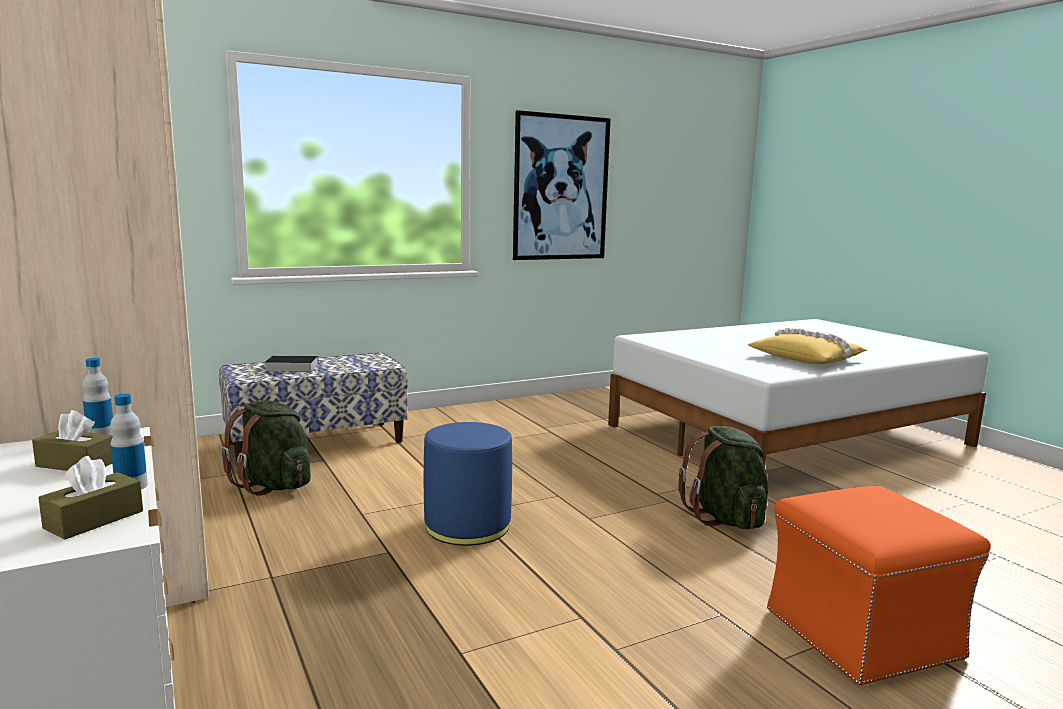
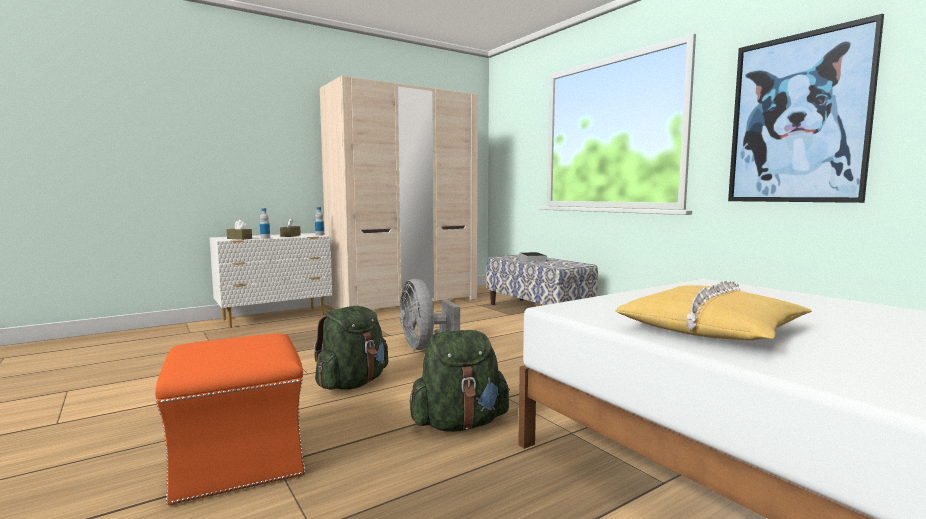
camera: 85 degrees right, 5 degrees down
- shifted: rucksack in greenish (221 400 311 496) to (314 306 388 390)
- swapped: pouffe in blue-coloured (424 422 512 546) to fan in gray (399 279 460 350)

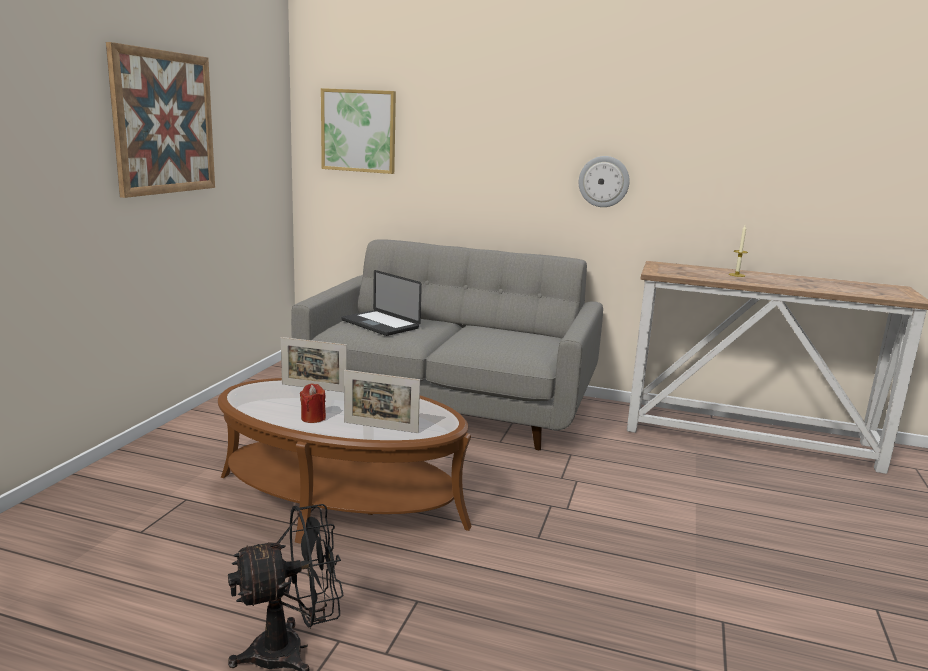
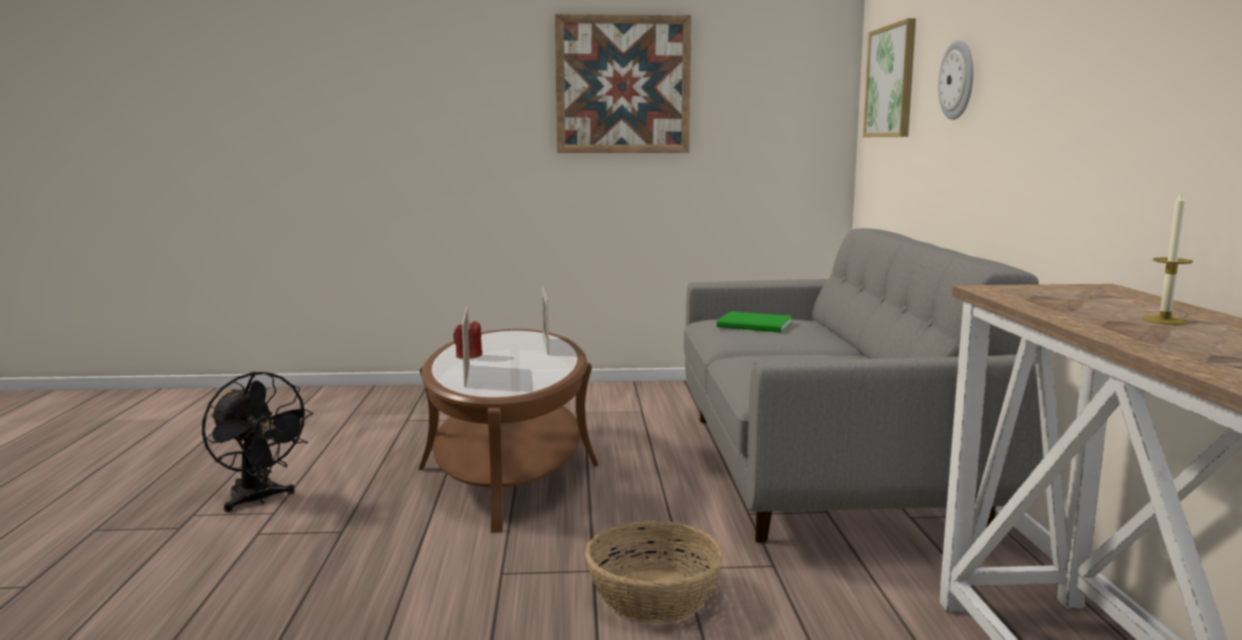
camera: 70 degrees right, 5 degrees down
- swapped: portable computer (341 270 422 336) to volume in greenish (717 311 792 332)
- shifted: hanging clock (579 156 630 207) to (938 40 973 120)
- new: household basket (585 521 724 623)

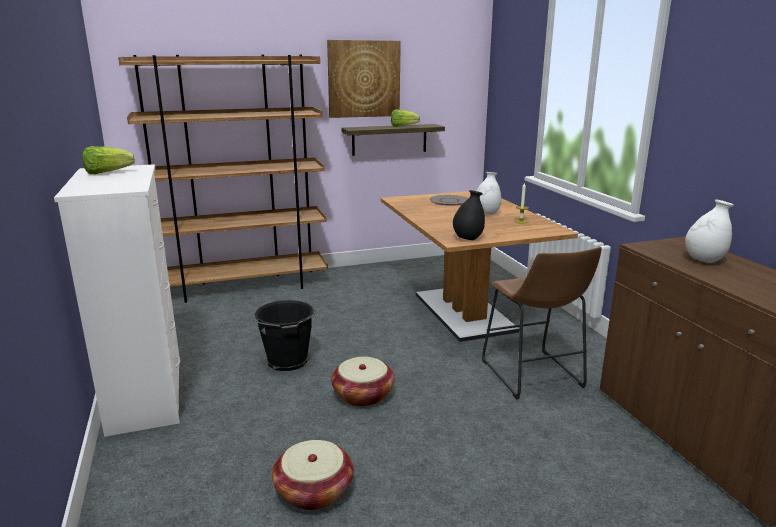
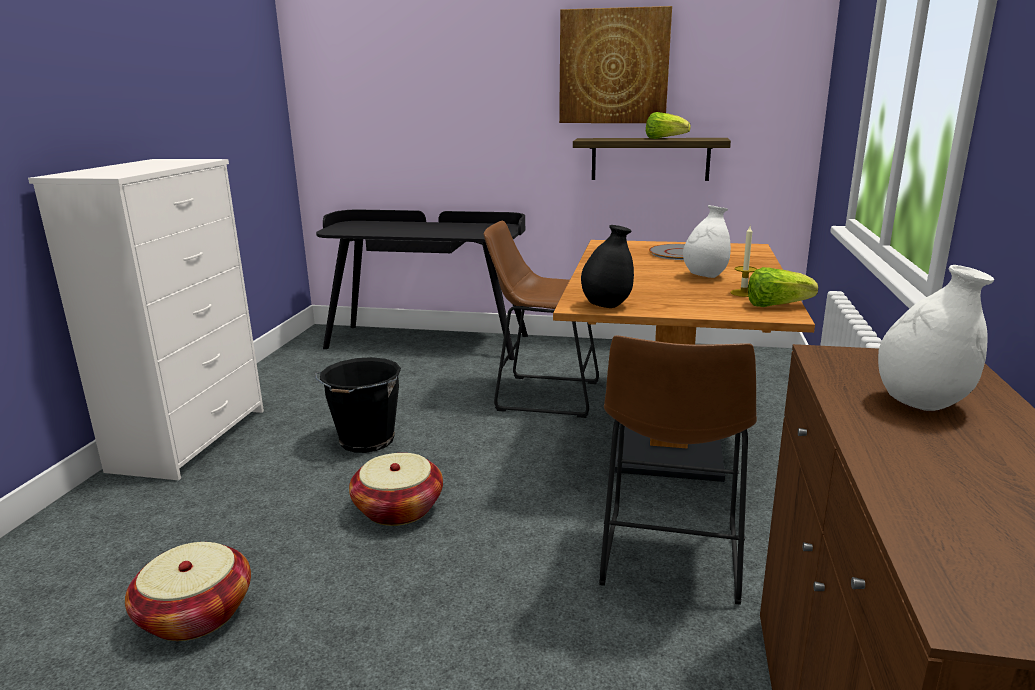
camera: 30 degrees right, 0 degrees up
- shifted: lettuce (83 146 135 174) to (748 267 818 307)
- swapped: bookshelf in brown (118 55 328 303) to desk table in black-coloured (316 209 528 360)
- new: stool in brown (484 221 599 418)

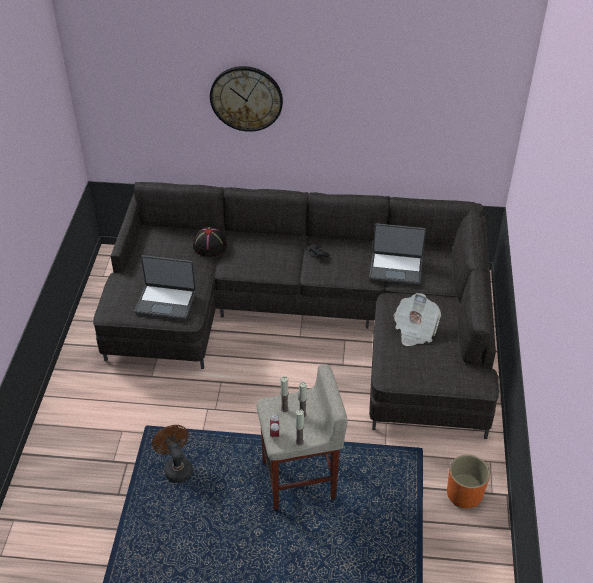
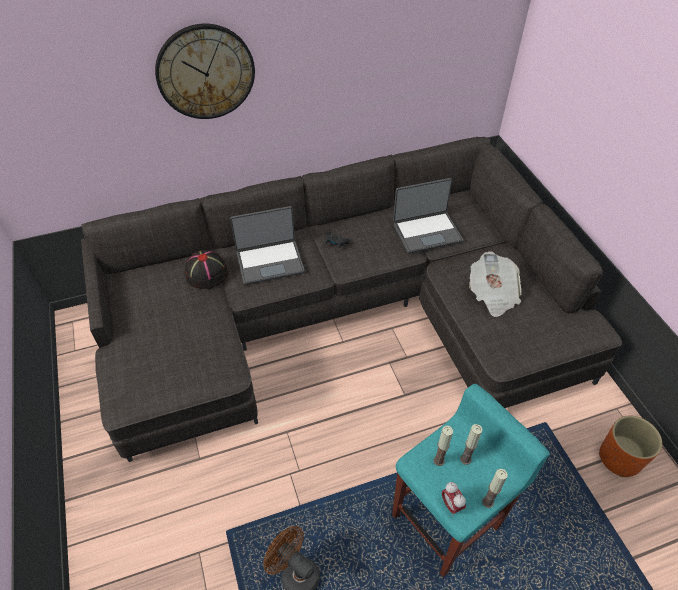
camera: 25 degrees left, 5 degrees up
- shifted: portable computer (135 255 196 319) to (230 206 305 285)
- repainted: stool in beige (257 364 348 510) to stool in turquoise (392 384 550 577)

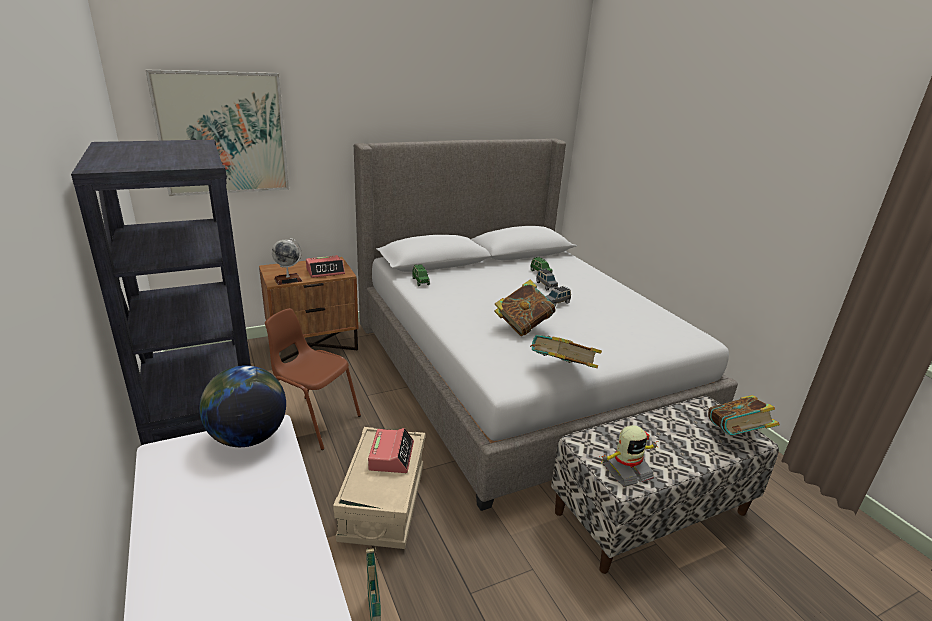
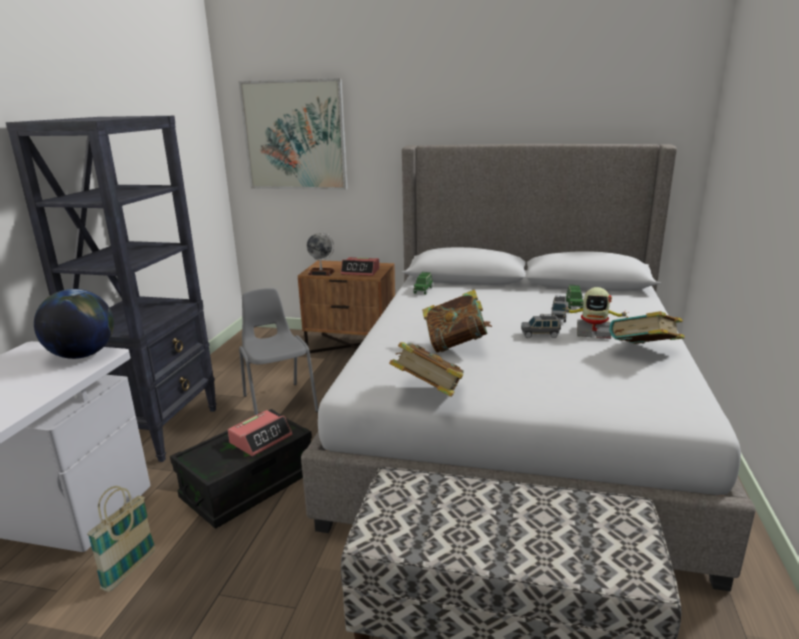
camera: 40 degrees right, 5 degrees down
- repainted: plain chair in brown (265 308 361 450) to plain chair in gray (239 288 318 415)
- repainted: storage box in beige (333 427 425 549) to storage box in black-coloured (170 409 312 529)
- shifted: model robot (599 425 659 487) to (562 287 630 339)
- shifted: volume (708 395 780 436) to (609 311 685 344)

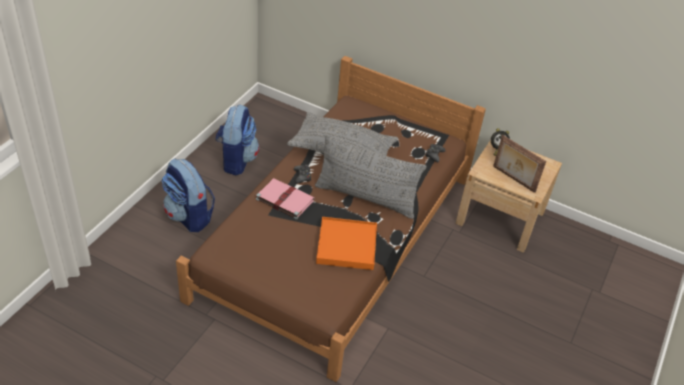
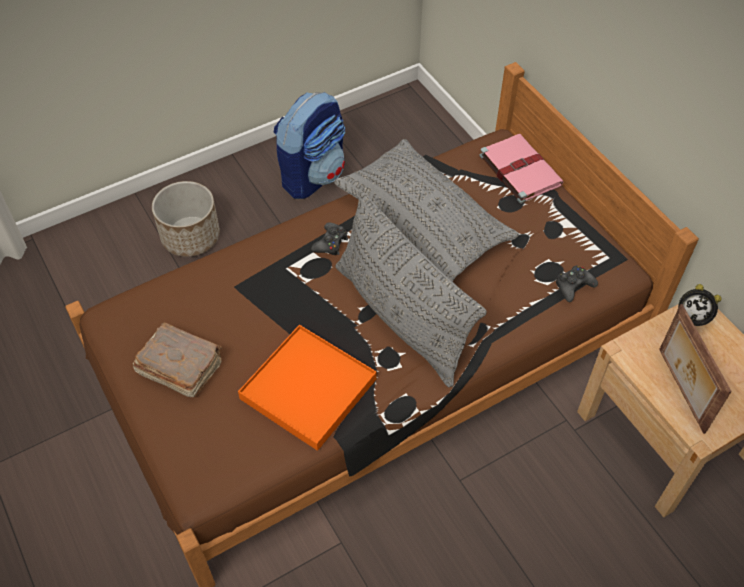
camera: 35 degrees right, 10 degrees up
- swapped: rucksack (162 158 215 232) to plant pot (152 181 220 257)
- shifted: volume in pink-coloured (256 178 315 220) to (479 134 564 204)
- new: volume in brown (133 322 222 397)

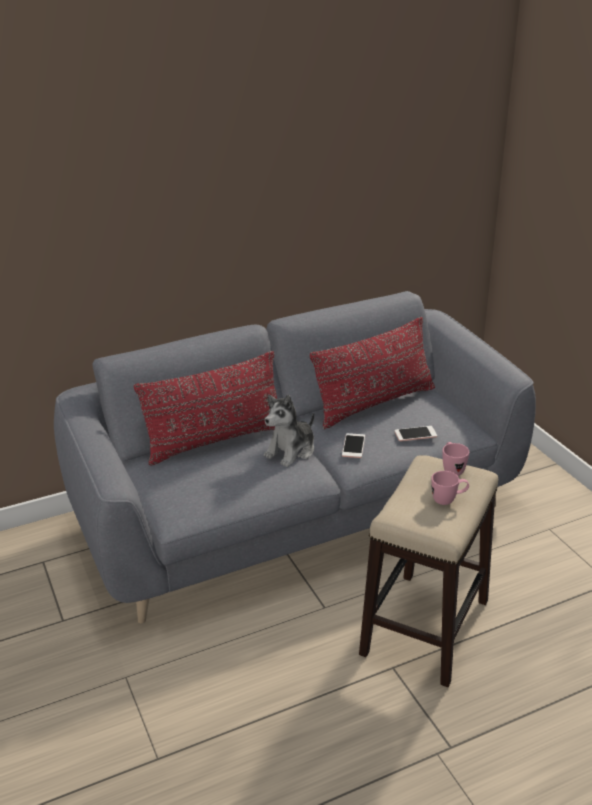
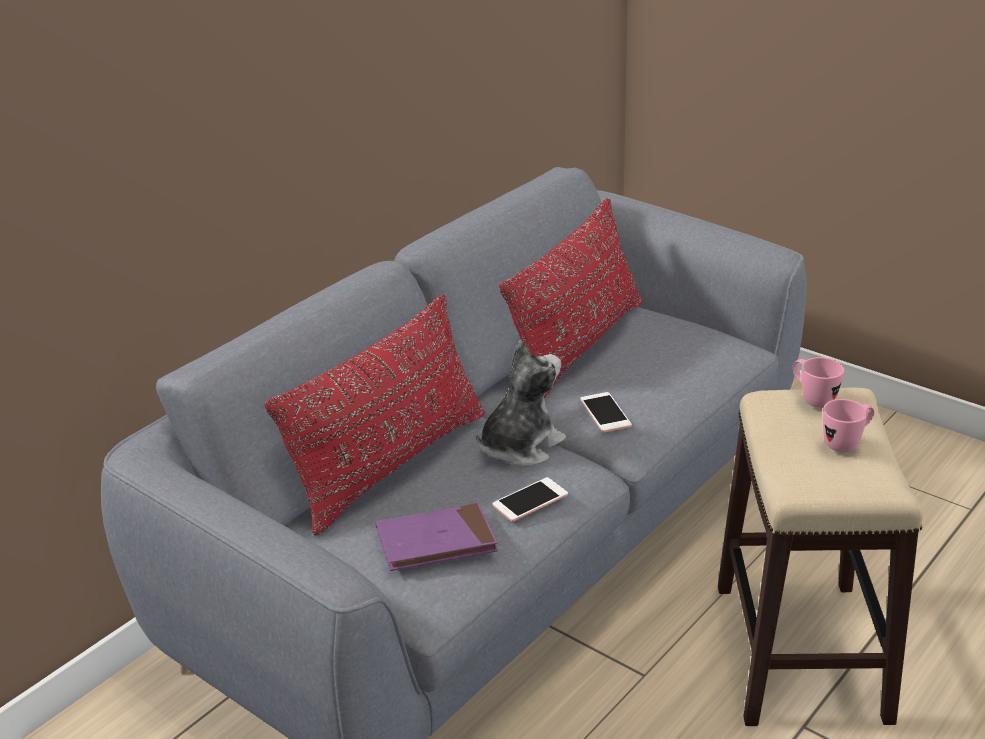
camera: 25 degrees left, 0 degrees up
- rotated: soft toy (264 395 314 467) = (476 340 566 467) 150 degrees counterclockwise
- shifted: phone (395 426 437 441) to (493 477 568 522)
- new: volume in purple-coloured (375 503 498 571)

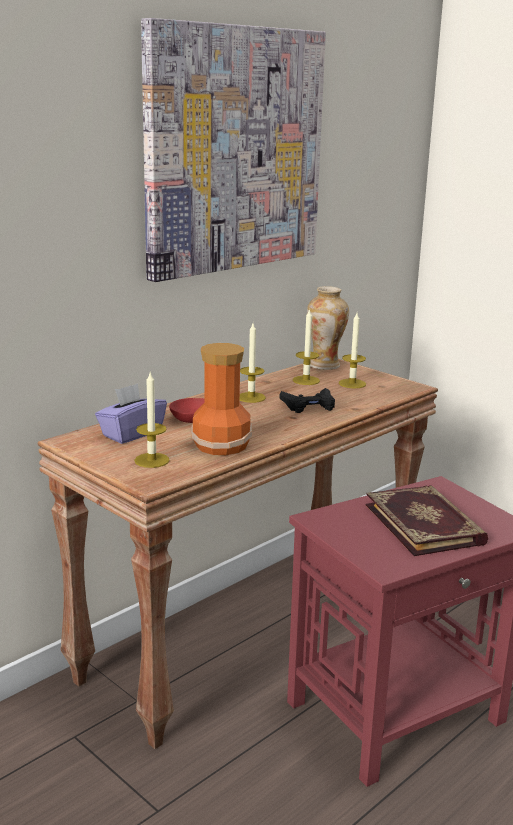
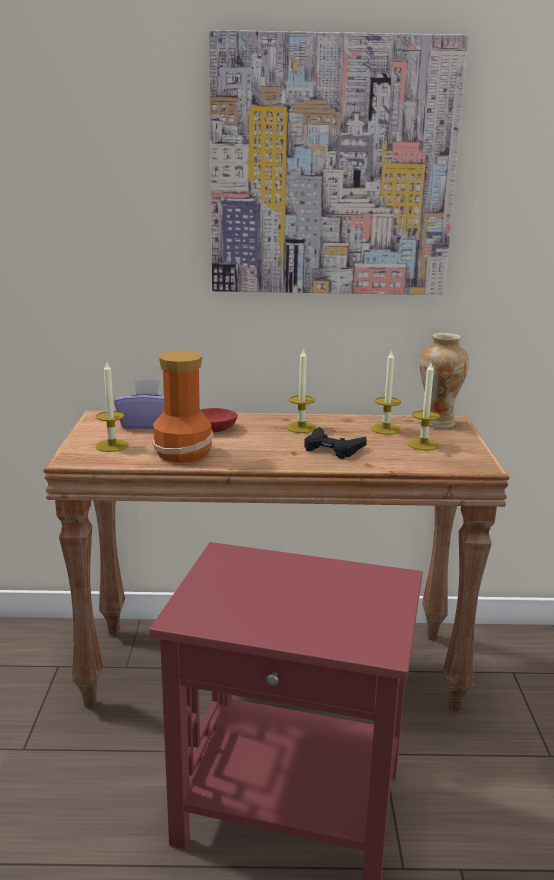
camera: 45 degrees right, 0 degrees up
- gone: volume (366 485 488 556)

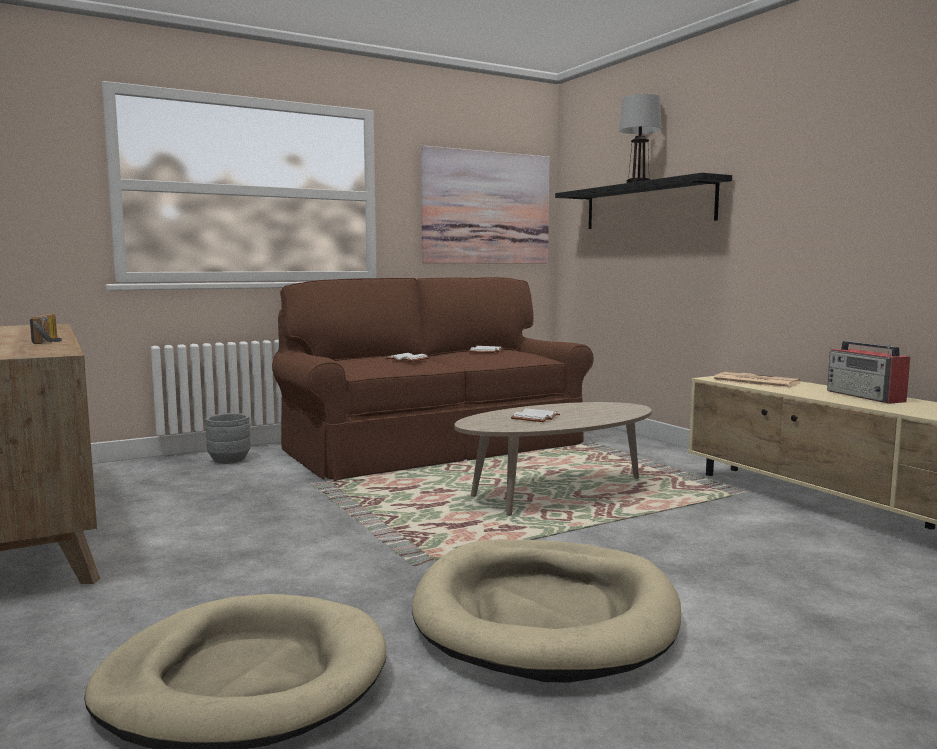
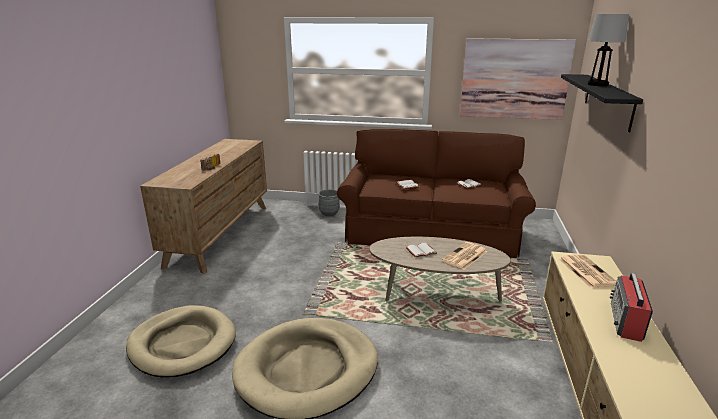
camera: 40 degrees right, 15 degrees up
- new: daily paper (441 242 487 270)

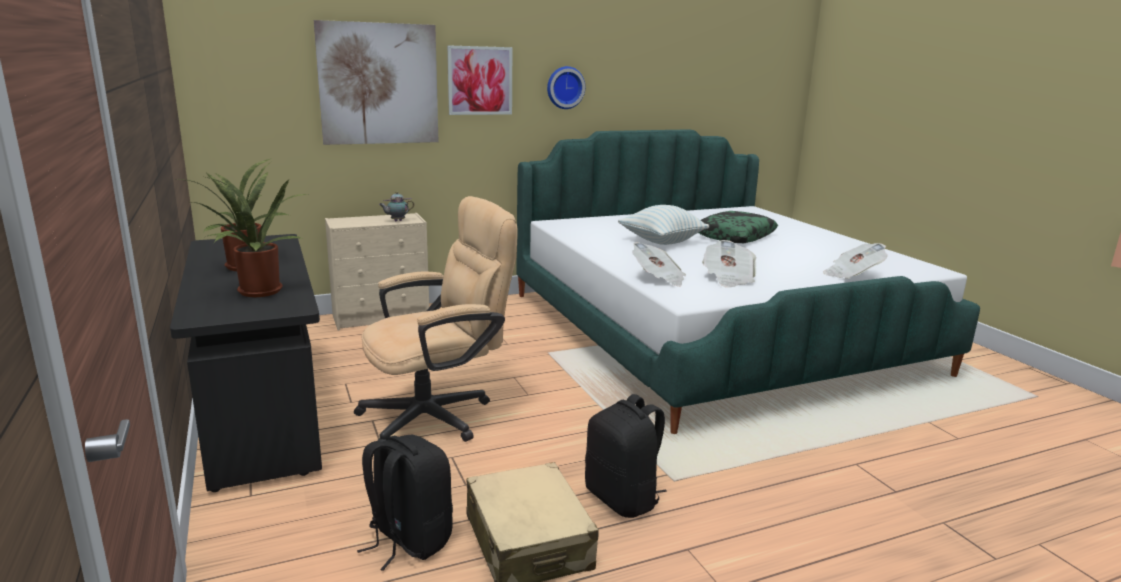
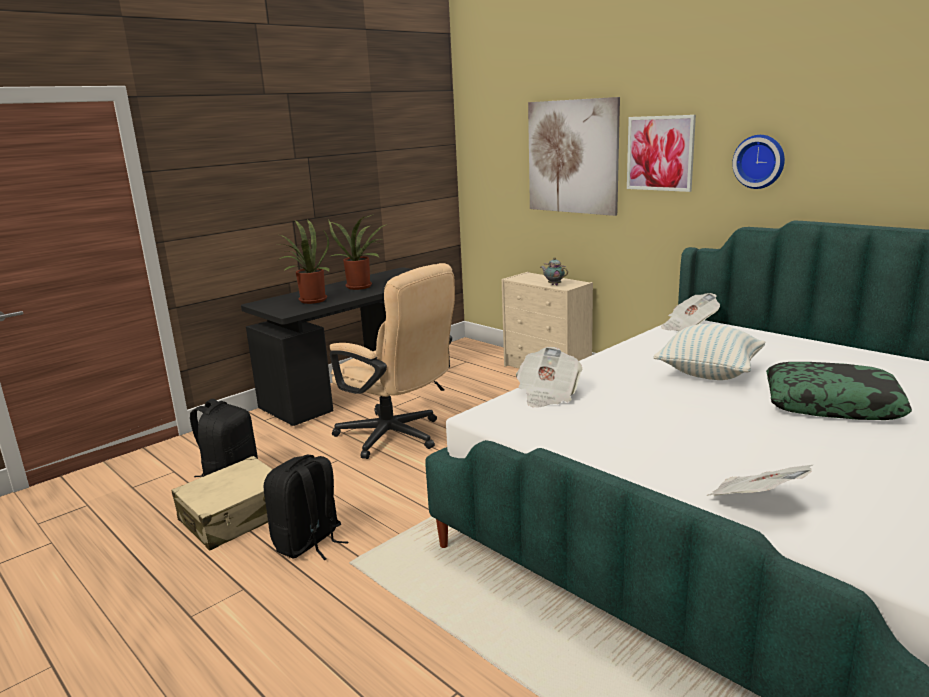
camera: 70 degrees right, 0 degrees up
- shifted: daily paper (702 240 756 287) to (661 293 720 331)

